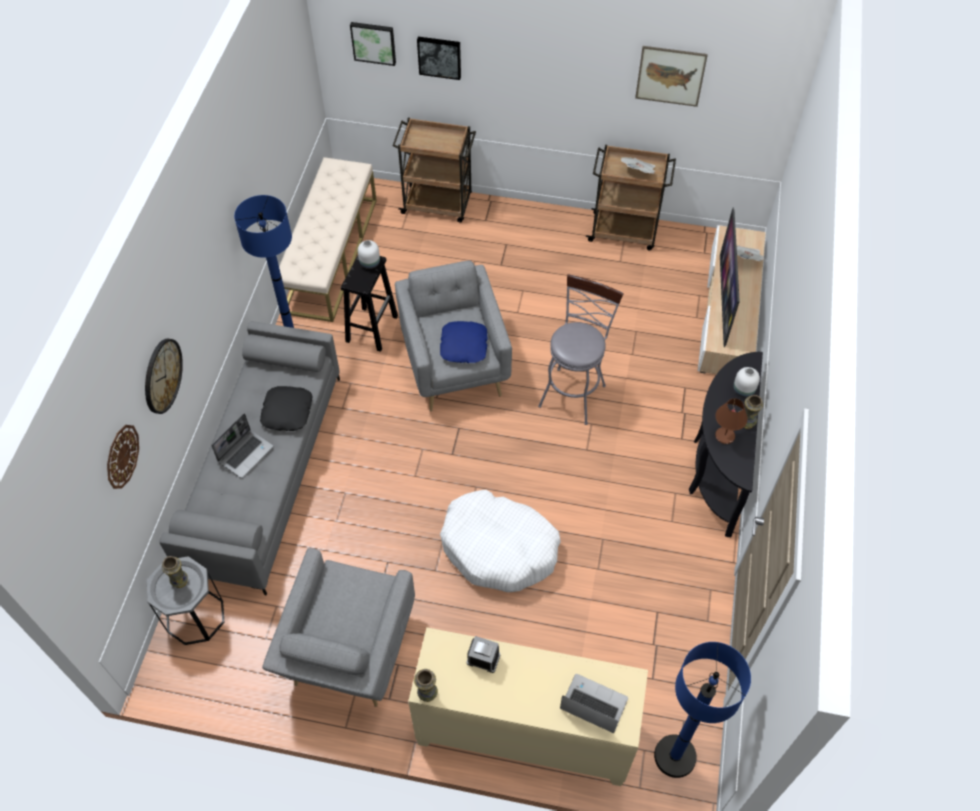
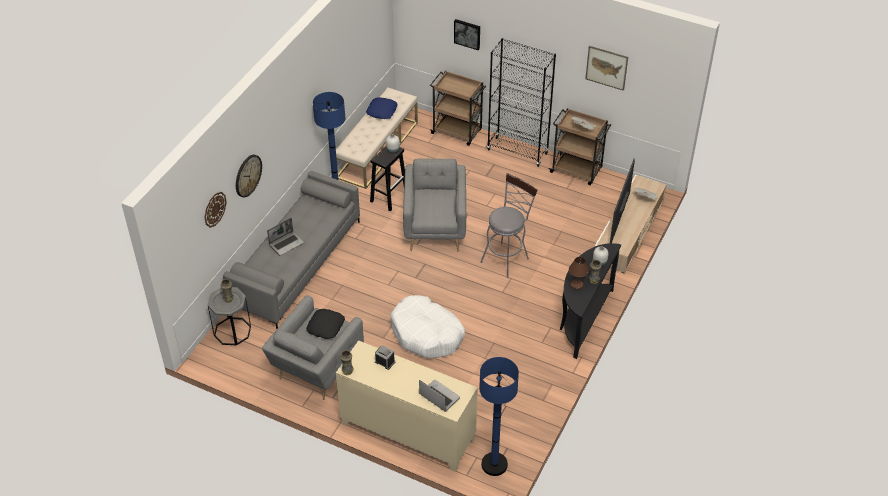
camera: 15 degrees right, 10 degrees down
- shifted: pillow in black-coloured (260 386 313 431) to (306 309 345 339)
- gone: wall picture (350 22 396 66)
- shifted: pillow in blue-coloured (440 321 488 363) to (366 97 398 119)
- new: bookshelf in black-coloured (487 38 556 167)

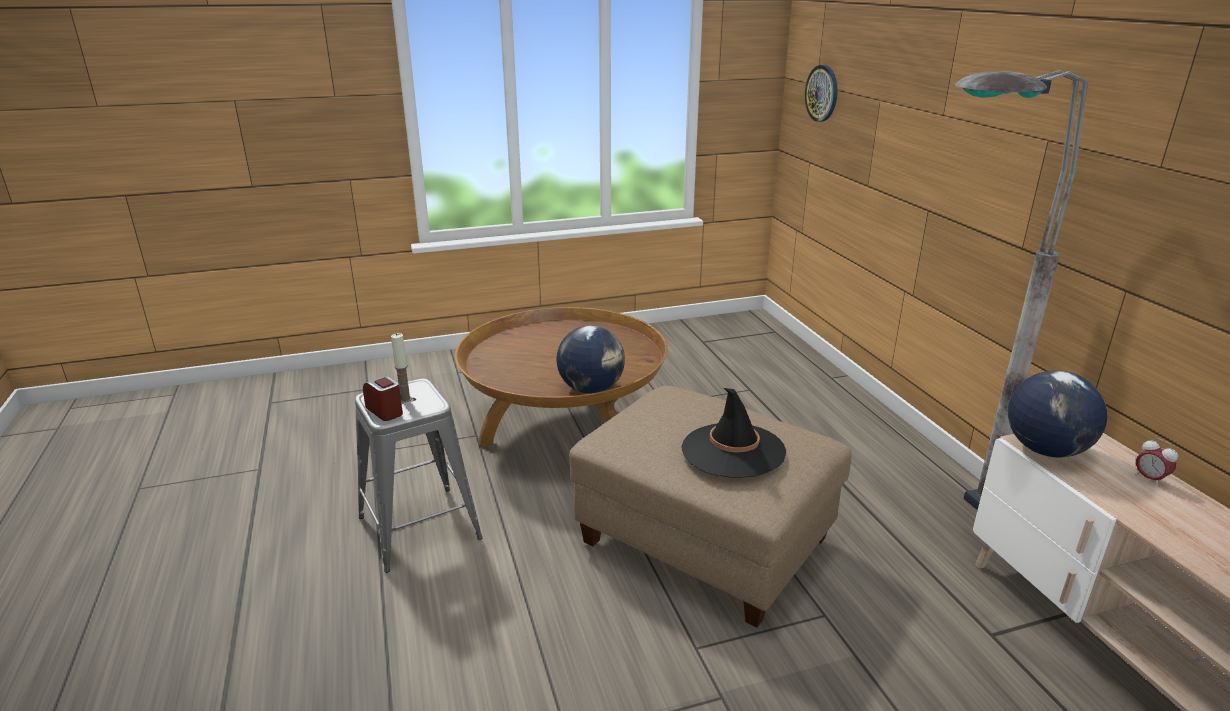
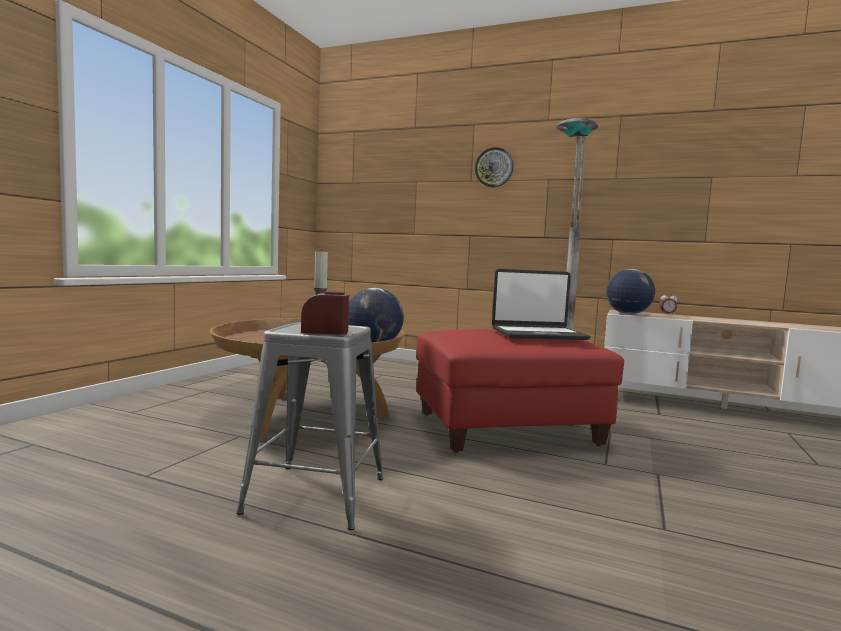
camera: 50 degrees left, 20 degrees down
- repainted: pouffe in beige (569 386 851 628) to pouffe in reddish (416 329 624 453)
- swapped: clothing hat in black-coloured (681 388 786 478) to portable computer (492 269 591 340)
- shifted: hanging clock (805 65 838 122) to (475 147 513 187)

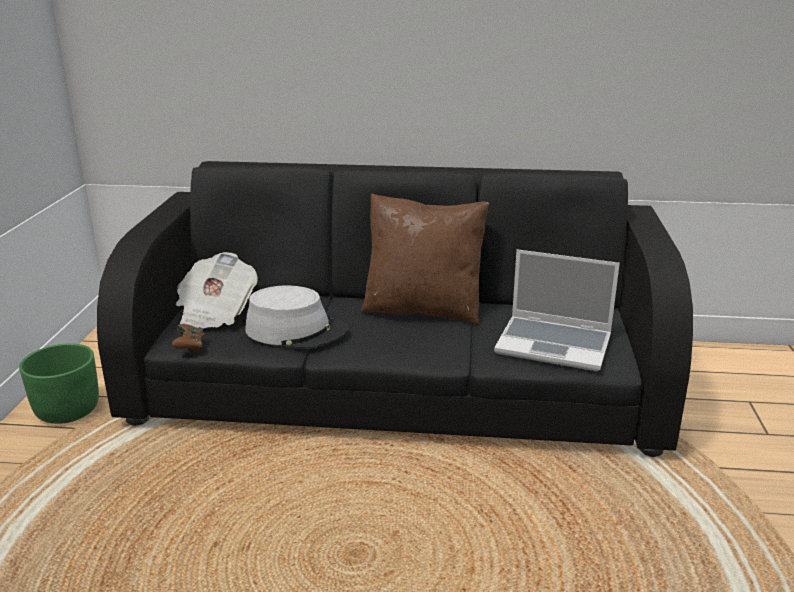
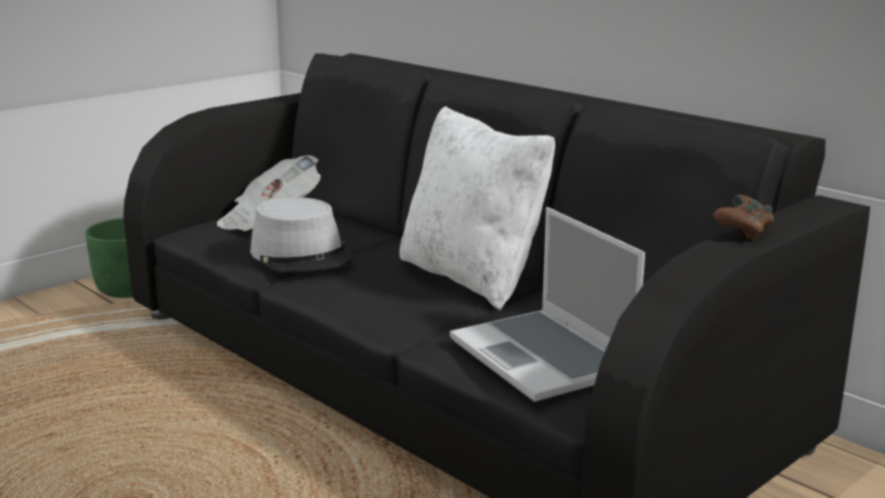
camera: 40 degrees right, 5 degrees down
- shifted: game controller in brown (172 324 205 352) to (713 195 774 241)
- repainted: pillow in brown (361 193 489 325) to pillow in white-coloured (399 106 555 311)

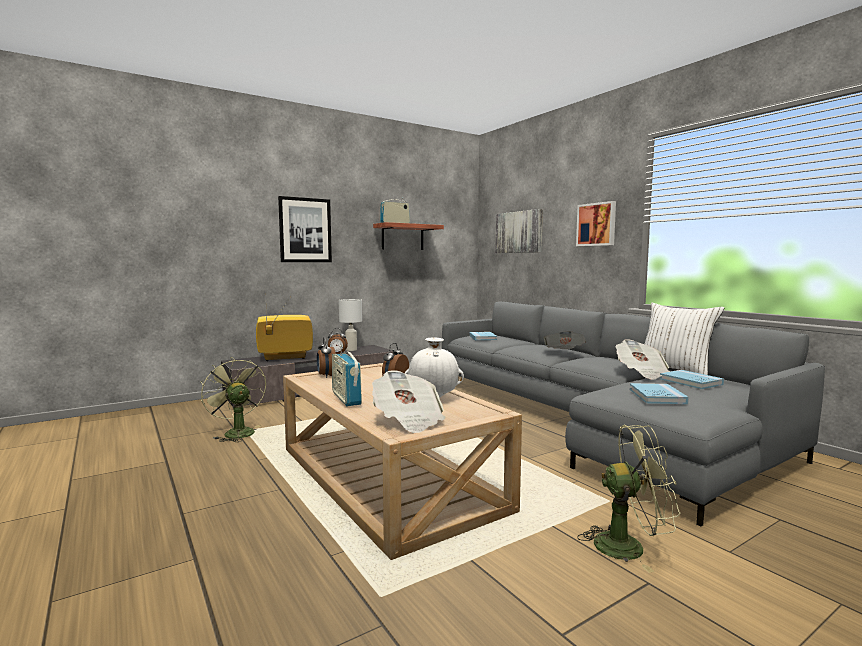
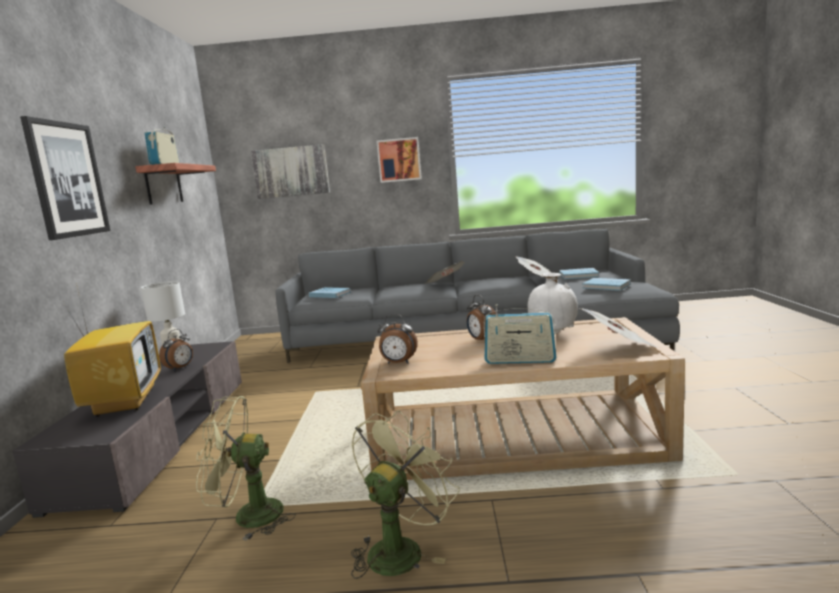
camera: 55 degrees left, 5 degrees up
- rotated: TV set (256 291 313 361) = (64 283 161 417) 150 degrees clockwise
- shifted: fan in greenish (577 425 680 573) to (351 410 460 579)
- gone: pillow in white-coloured (645 303 724 375)

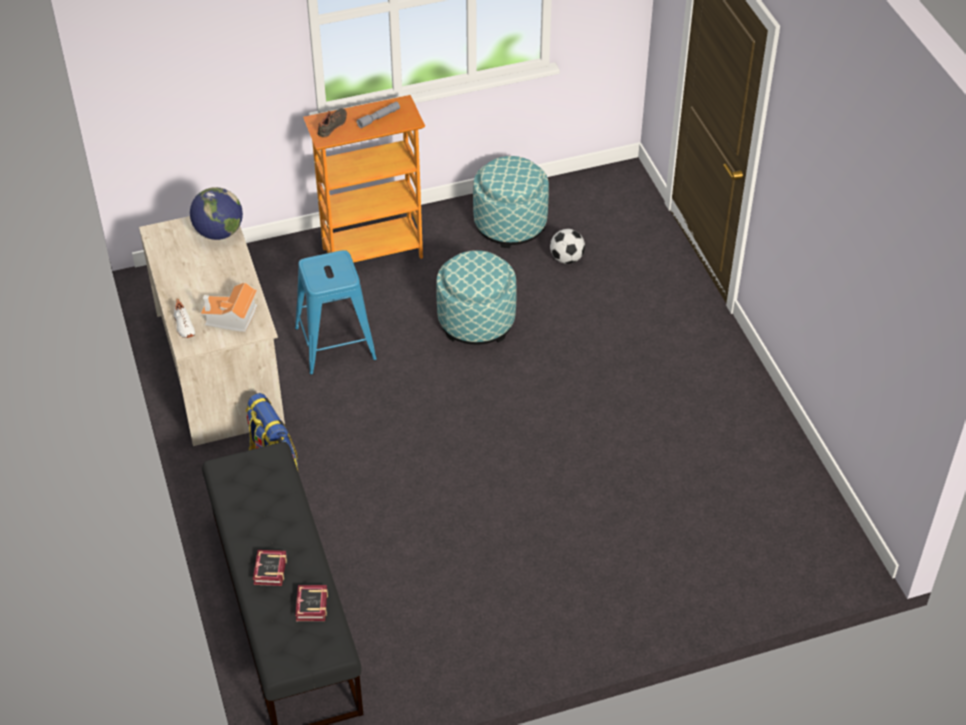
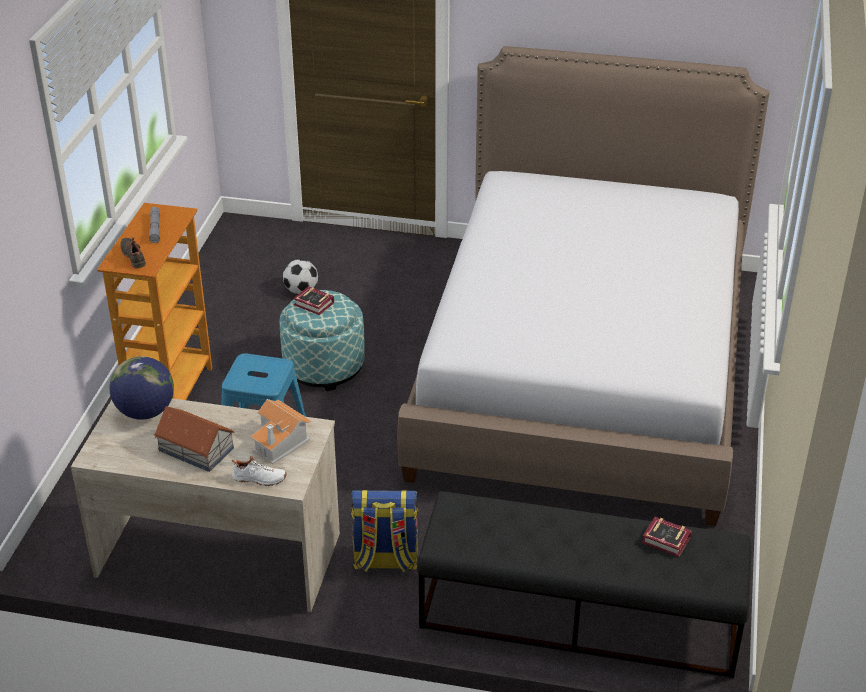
camera: 60 degrees left, 10 degrees down
- shifted: volume (253 550 287 586) to (293 286 334 315)
- gone: pouffe (473 156 549 248)
- new: miniature house (154 406 234 472)
- new: bedroom bed (398 46 770 526)

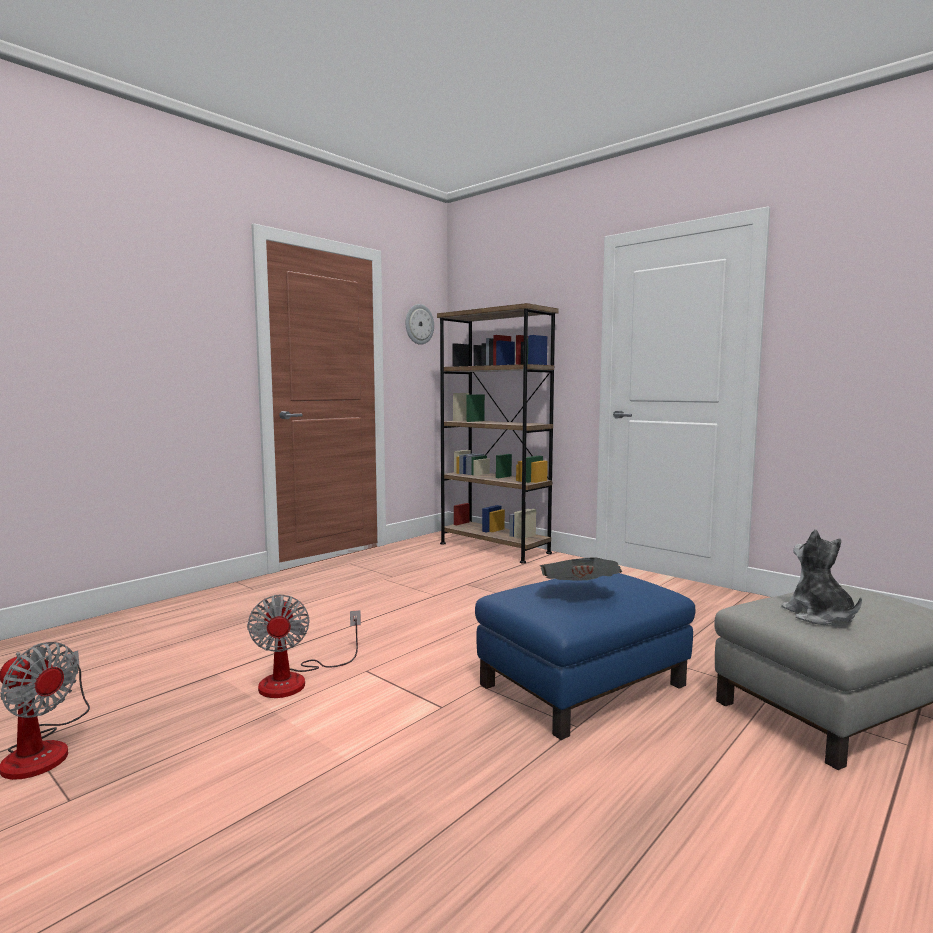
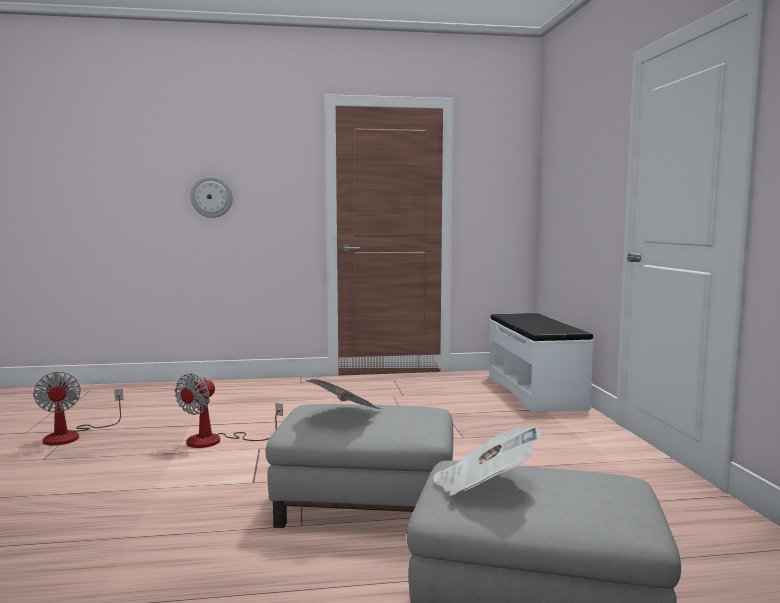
camera: 40 degrees right, 0 degrees up
- shifted: hanging clock (406 304 434 345) to (190 176 233 218)
- swapped: bookshelf in brown (437 303 558 564) to bench in white-coloured (489 313 594 412)
- repainted: pouffe in blue-coloured (475 573 695 740) to pouffe in gray (265 404 453 528)
- swapped: soft toy (781 529 862 625) to daily paper (433 426 542 496)

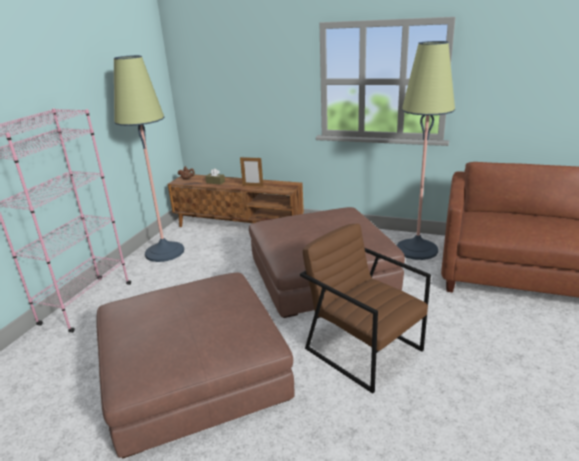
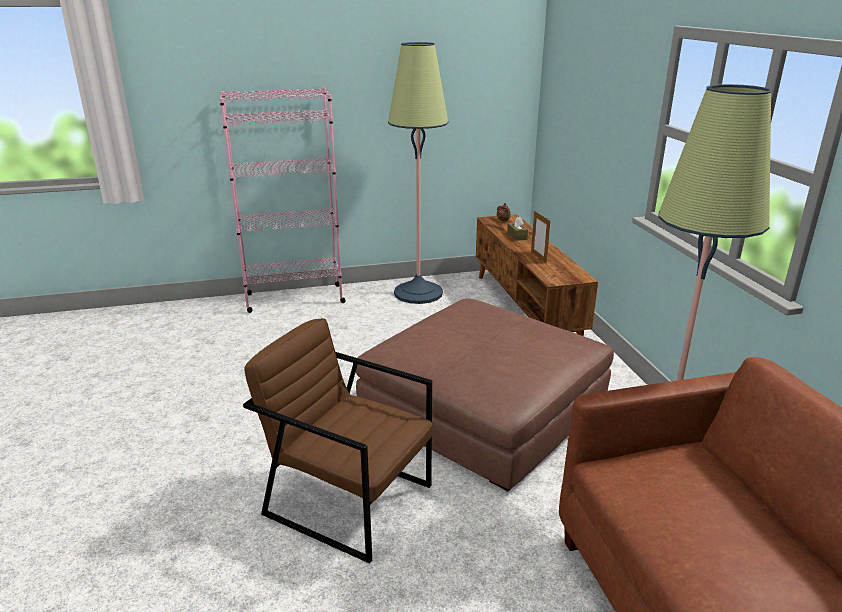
camera: 55 degrees right, 0 degrees up
- gone: pouffe in brown (97 273 295 459)
- rotated: easy chair in brown (300 224 431 394) = (243 318 432 564) 75 degrees counterclockwise

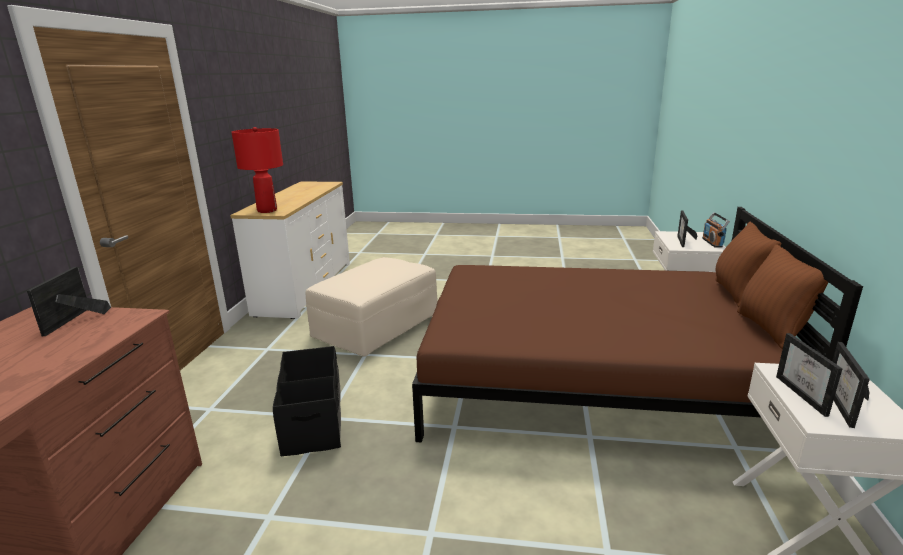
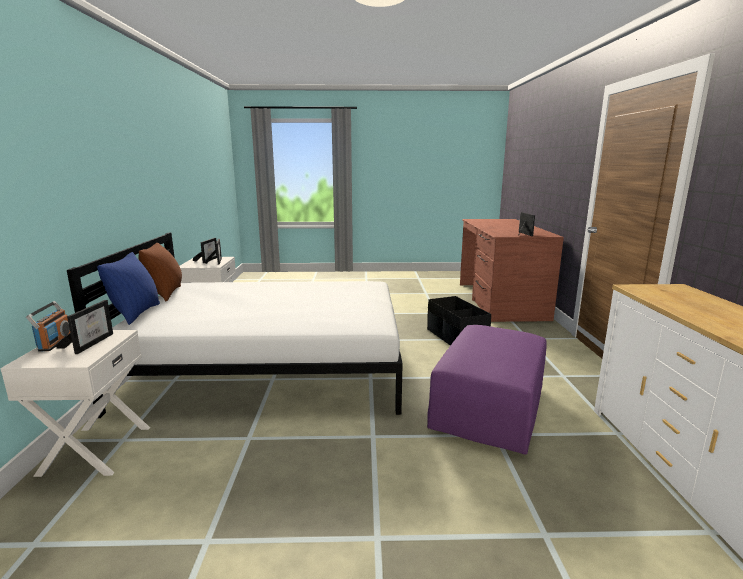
camera: 170 degrees right, 5 degrees down
- gone: tabletop lamp in reddish (231 127 283 213)
- repainted: pouffe in beige (305 257 438 356) to pouffe in purple-coloured (427 325 547 455)
- repainted: bedroom bed in brown (412 207 863 443) to bedroom bed in white-coloured (67 233 403 418)
- repainted: pillow in brown (715 222 781 307) to pillow in blue-coloured (97 252 160 325)

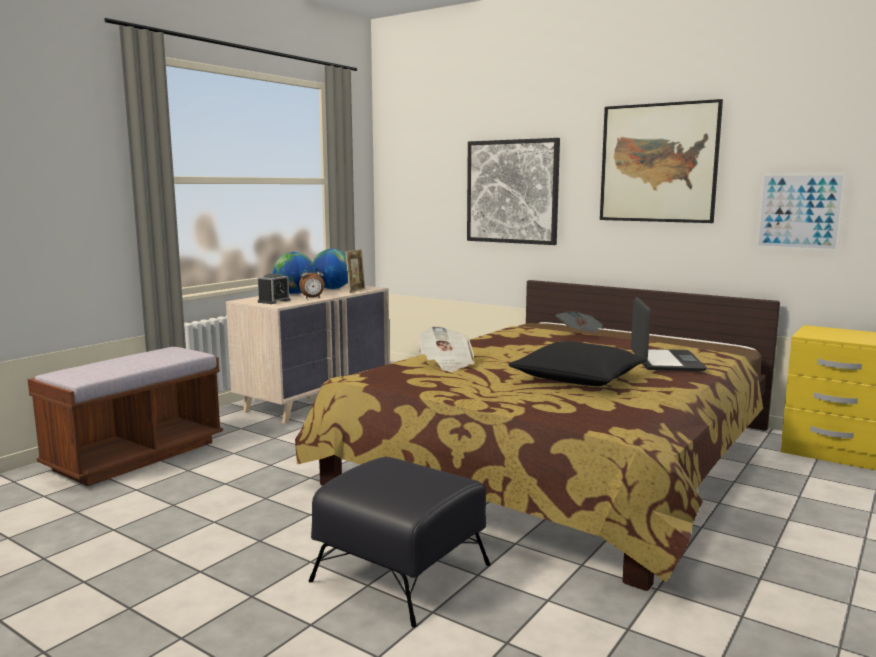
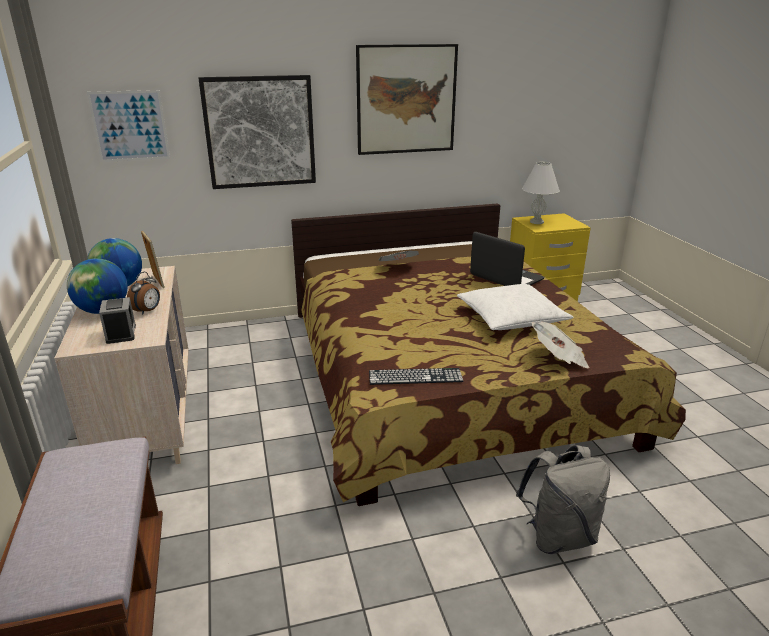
camera: 50 degrees left, 15 degrees up
- swapped: pouffe in black-coloured (309 457 491 628) to rucksack in gray (516 445 610 554)
- shifted: daily paper (419 326 475 372) to (532 322 589 368)
- repainted: pillow in black-coloured (508 341 646 386) to pillow in white-coloured (457 284 574 330)
- shifted: wall picture (756 173 847 252) to (87 90 170 162)
- new: PC keyboard (369 368 464 385)
- new: tabletop lamp in white-coloured (522 162 560 224)

